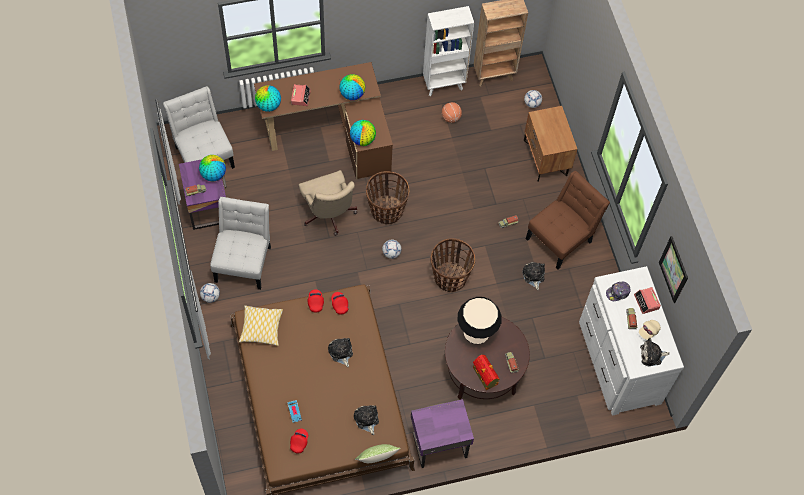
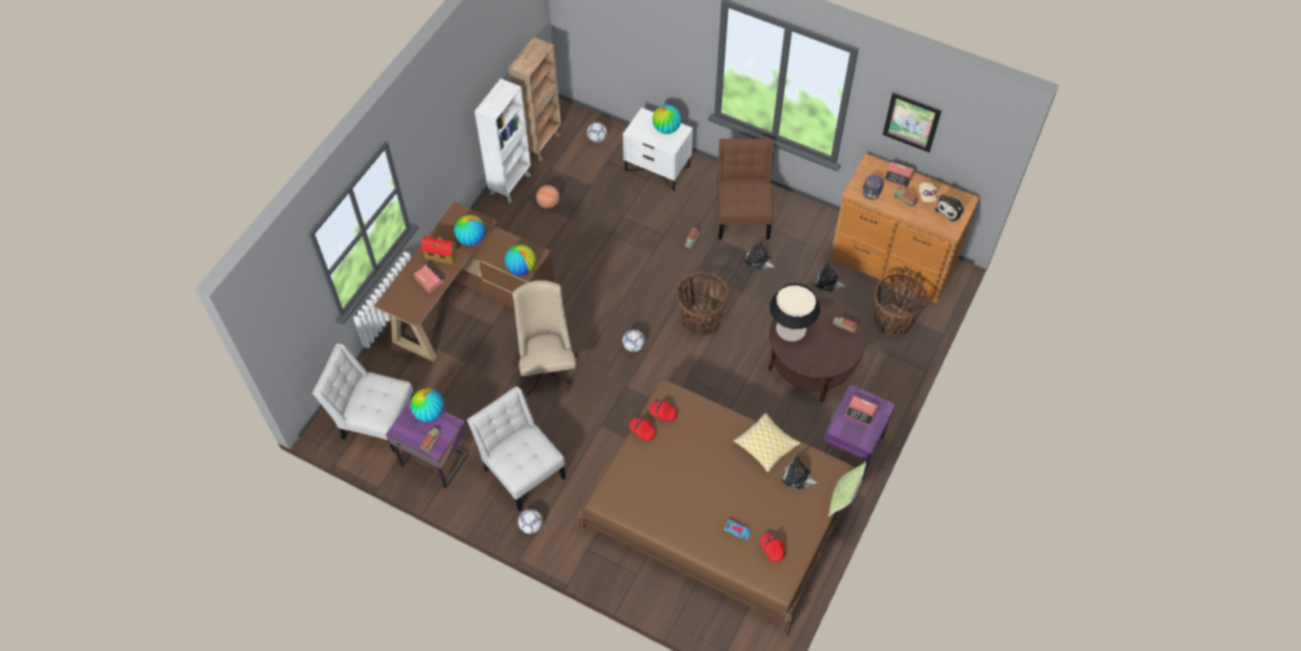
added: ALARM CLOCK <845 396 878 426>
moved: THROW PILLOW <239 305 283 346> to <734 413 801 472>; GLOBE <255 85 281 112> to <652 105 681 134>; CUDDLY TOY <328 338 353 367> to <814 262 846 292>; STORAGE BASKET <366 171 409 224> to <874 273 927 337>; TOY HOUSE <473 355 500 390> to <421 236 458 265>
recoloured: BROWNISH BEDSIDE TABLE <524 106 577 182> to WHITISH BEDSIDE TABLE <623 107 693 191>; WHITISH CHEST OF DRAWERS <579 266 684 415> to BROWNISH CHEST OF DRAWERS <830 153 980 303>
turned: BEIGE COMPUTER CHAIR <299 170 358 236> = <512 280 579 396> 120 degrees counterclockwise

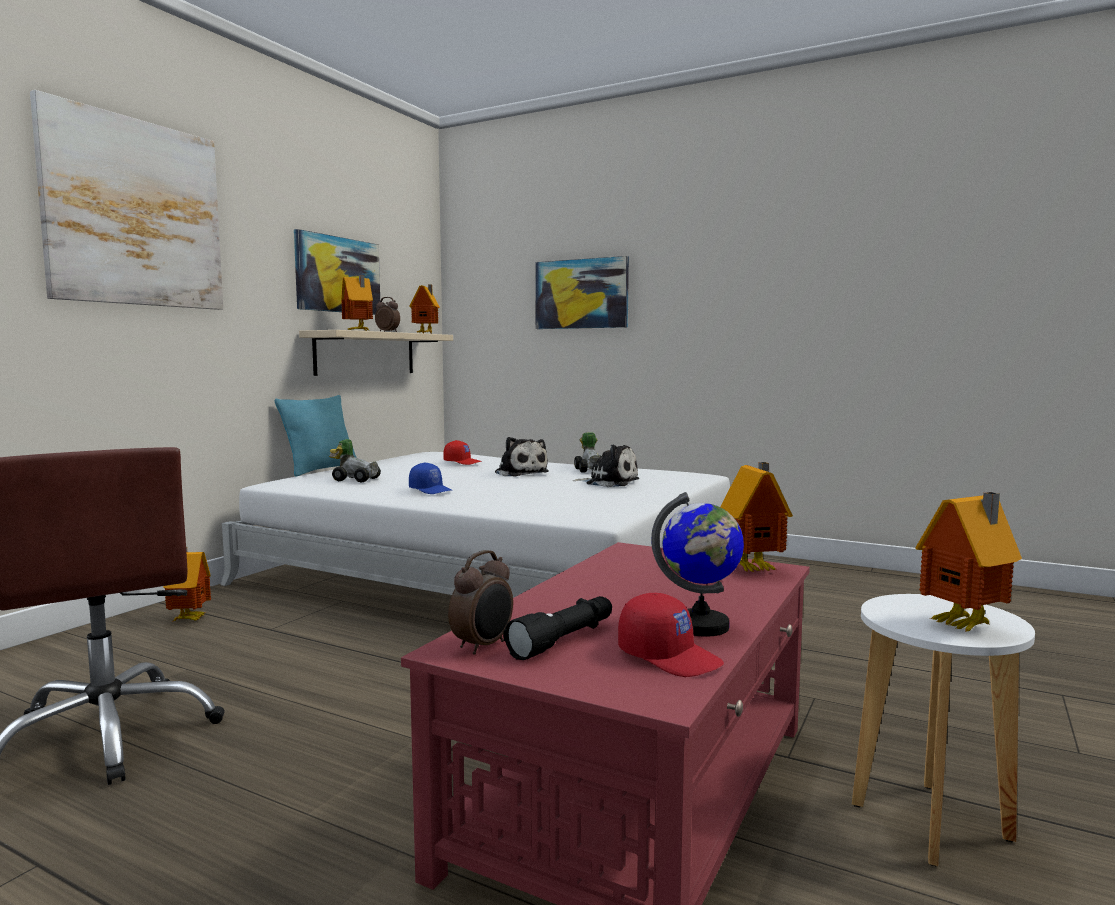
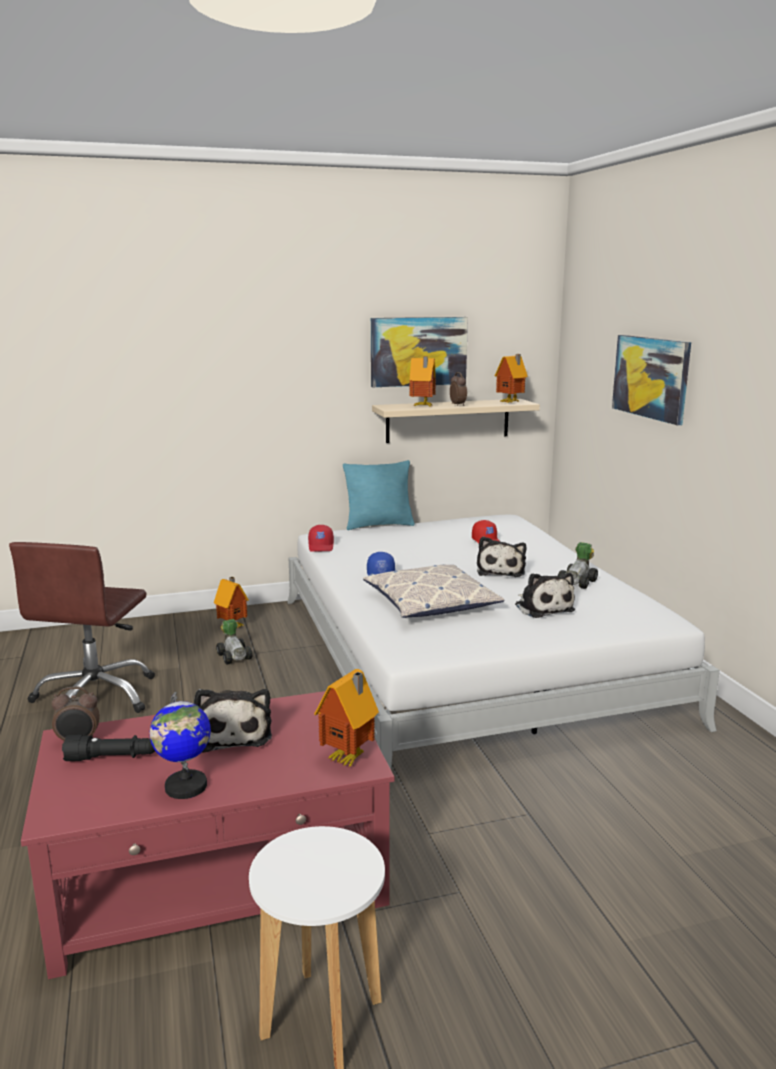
removed: WALL ART <30 90 223 310>; TOY HOUSE <915 492 1022 631>
added: CUDDLY TOY <194 689 272 753>; THROW PILLOW <363 564 504 618>
moved: TOY CAR <329 439 381 483> to <216 619 253 665>; REDDISH BASEBALL CAP <618 593 724 677> to <308 525 334 552>

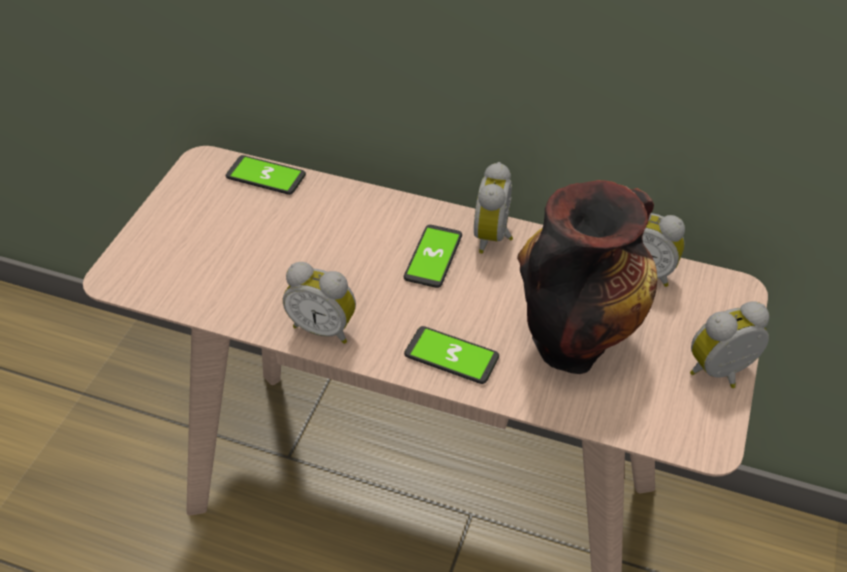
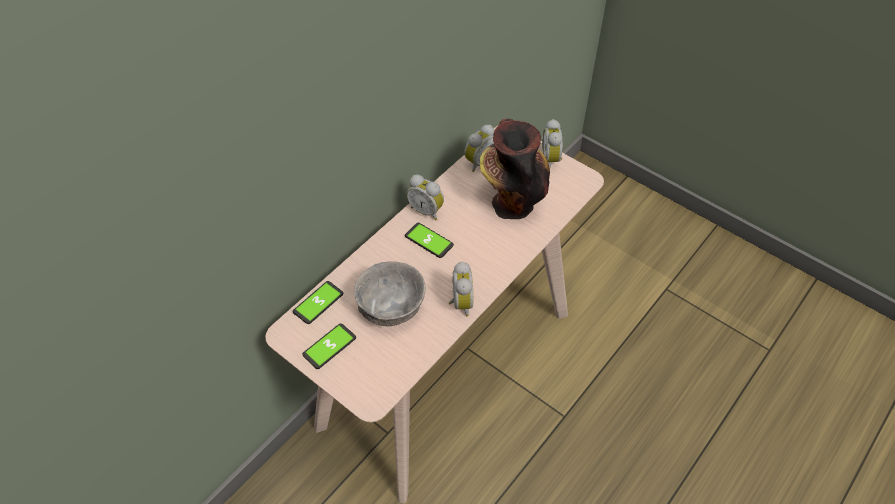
added: GREY BOWL <355 261 425 326>
moved: HANDSET <404 326 499 384> to <302 323 356 369>
turned: ALARM CLOCK <283 262 356 344> = <449 262 473 317> 45 degrees counterclockwise

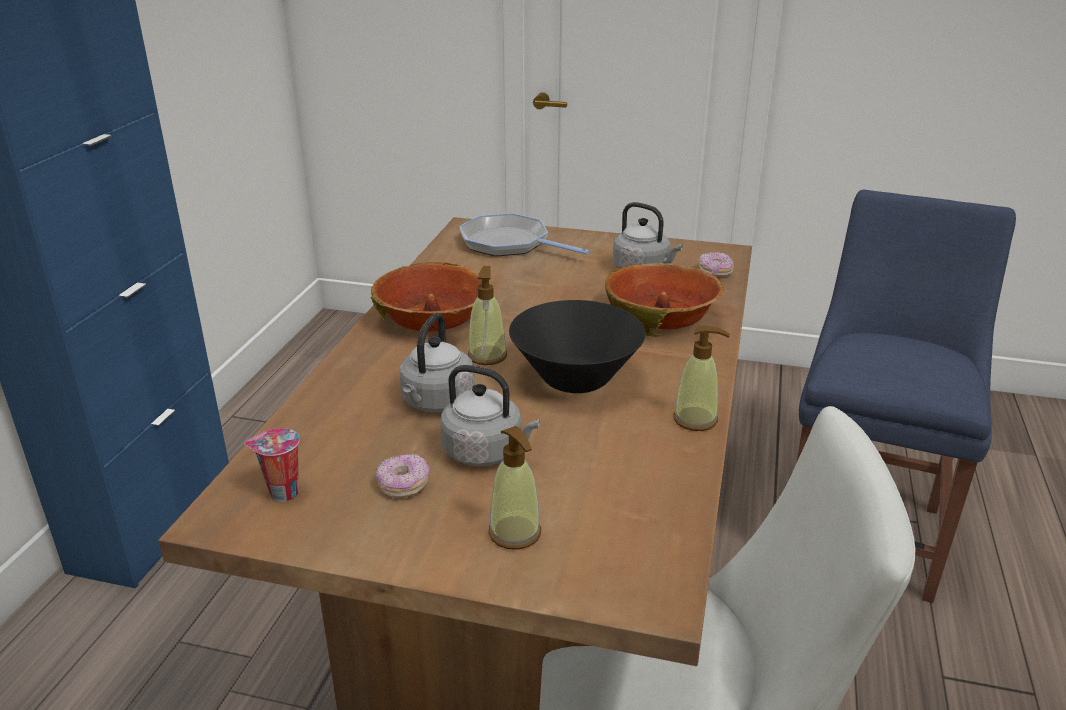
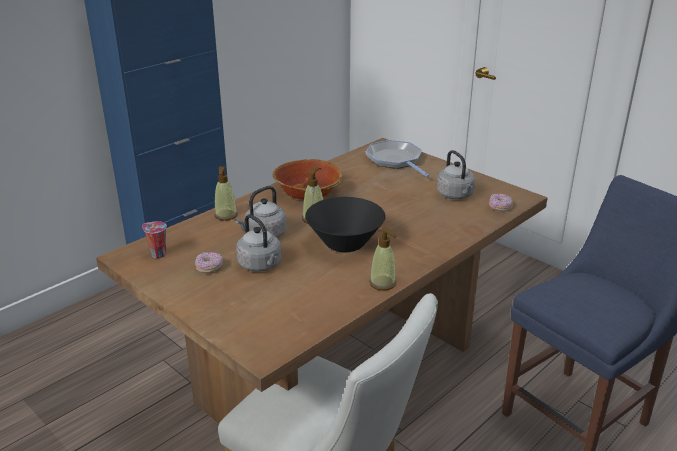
removed: BOWL <605 263 724 337>
moved: SOAP DISPENSER <488 426 541 550> to <215 166 238 221>

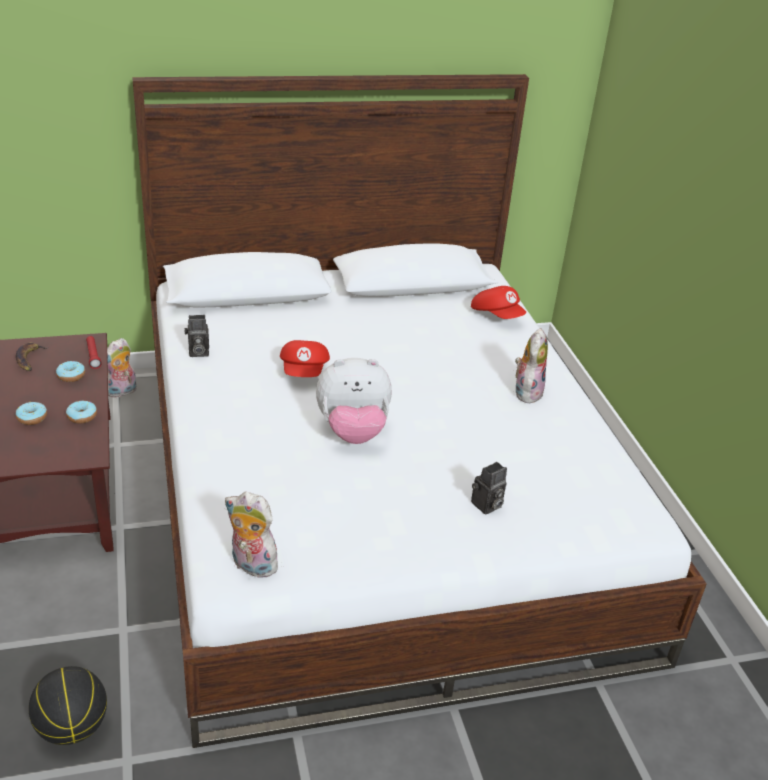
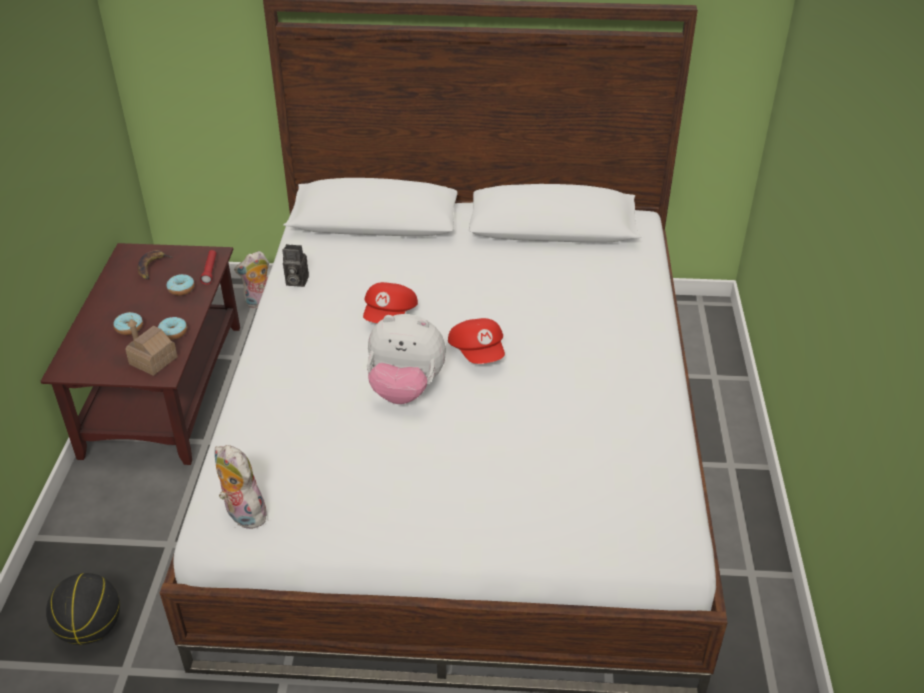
removed: STILL CAMERA <471 462 507 515>; CUDDLY TOY <515 328 548 404>
added: TOY HOUSE <125 319 178 376>
moved: REDDISH BASEBALL CAP <471 286 526 319> to <448 318 505 364>

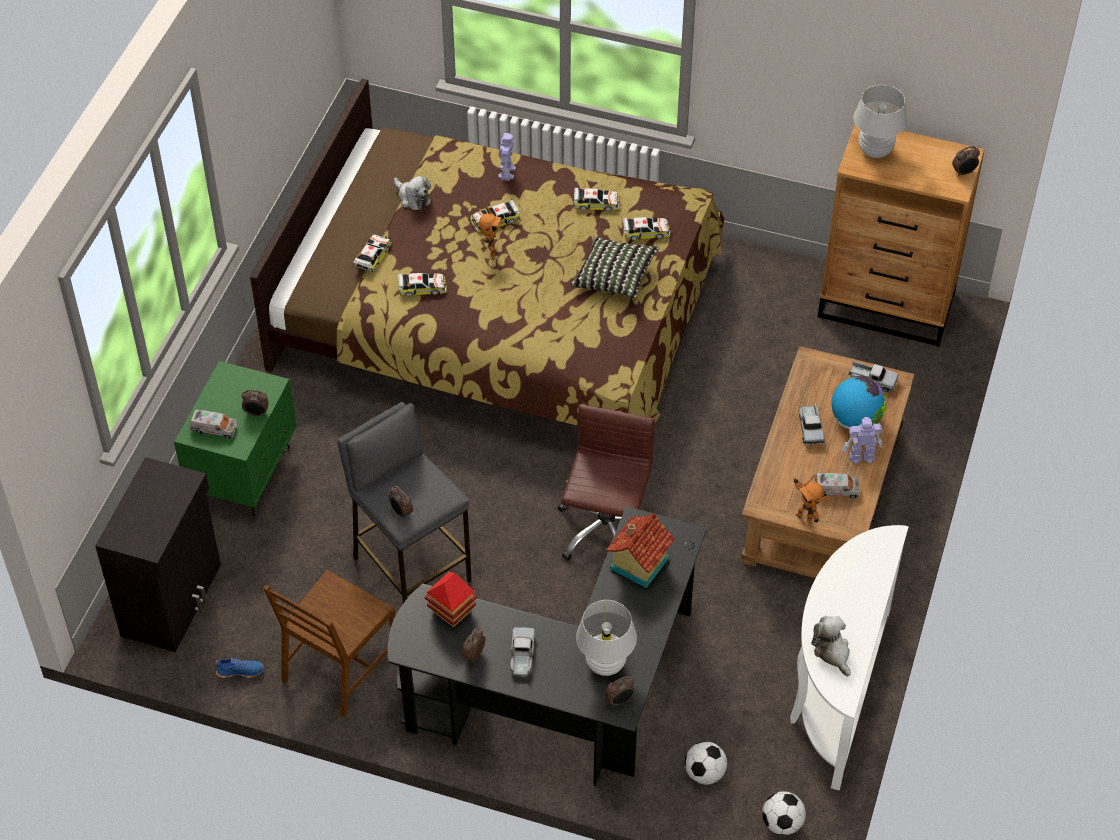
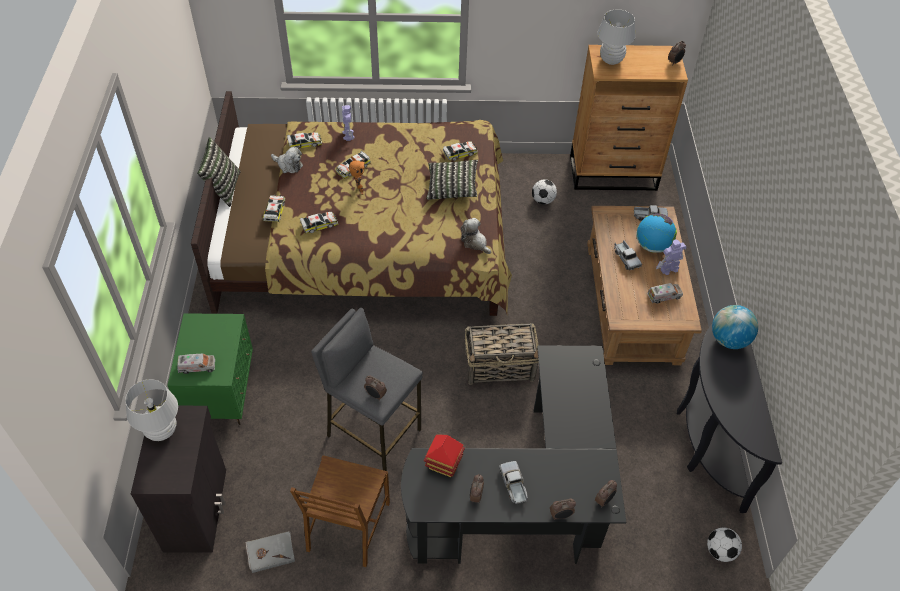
removed: TOY HOUSE <606 513 675 588>; MODEL ROBOT <793 475 830 523>
added: THROW PILLOW <197 137 241 207>; GLOBE <712 305 758 349>
moved: ALARM CLOCK <242 390 269 417> to <550 498 576 520>; TOY CAR <574 187 620 211> to <287 132 322 149>; WHITISH TABLETOP LAMP <576 600 637 676> to <125 379 178 441>; FOOTBALL <685 742 727 785> to <532 179 557 204>; CUDDLY TOY <811 616 851 677> to <461 218 491 254>
replaced: BLUE-COLOURED ITEM OF FOOTWEAR <215 658 264 678> to GREY VOLUME <245 531 295 573>; BROWNISH COMPUTER CHAIR <558 404 655 561> to STORAGE BASKET <465 323 539 385>
recoloured: WHITISH HALL TABLE <790 525 909 790> to BLACKISH HALL TABLE <677 324 782 513>

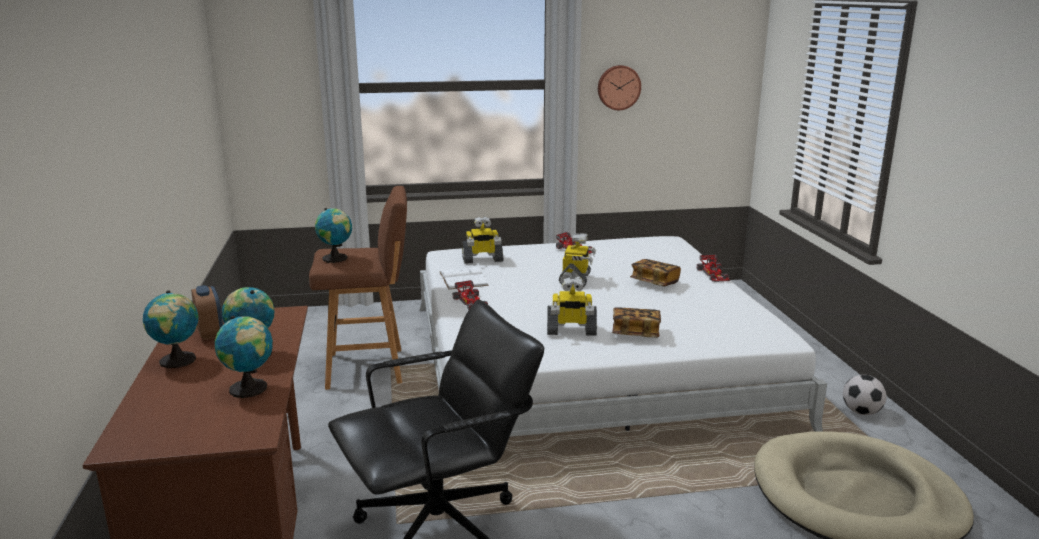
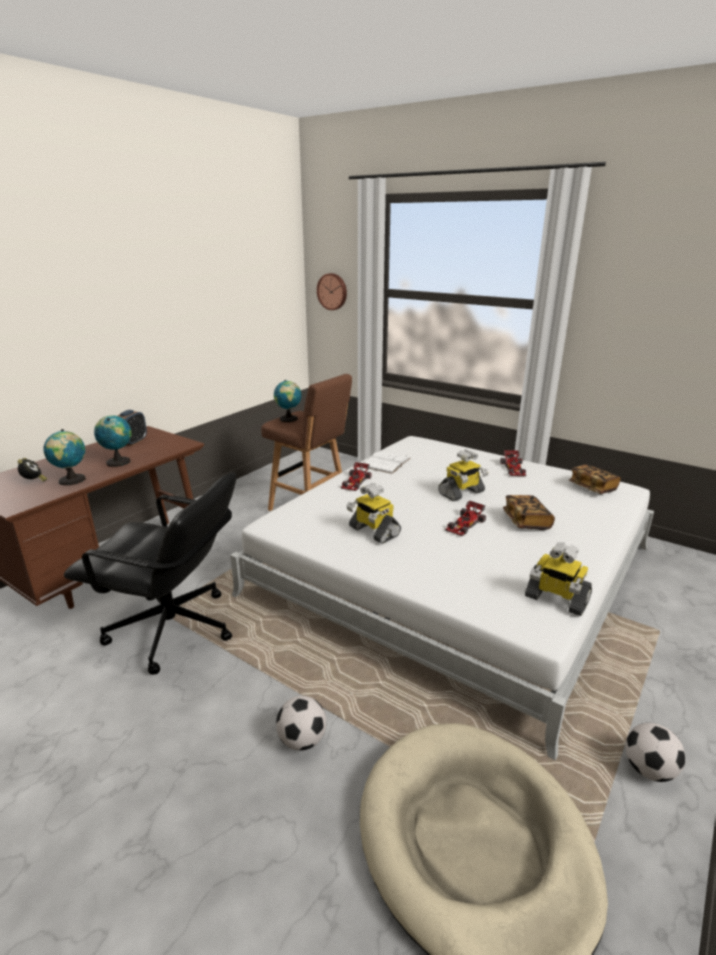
removed: GLOBE <143 290 198 368>
added: ALARM CLOCK <18 458 48 482>; FOOTBALL <276 696 326 751>
moved: MODEL ROBOT <462 217 503 264> to <525 543 592 616>; WALL CLOCK <598 65 641 110> to <317 273 347 310>; VOLUME <612 307 661 338> to <569 464 621 494>; TOY CAR <697 255 730 282> to <445 500 486 536>

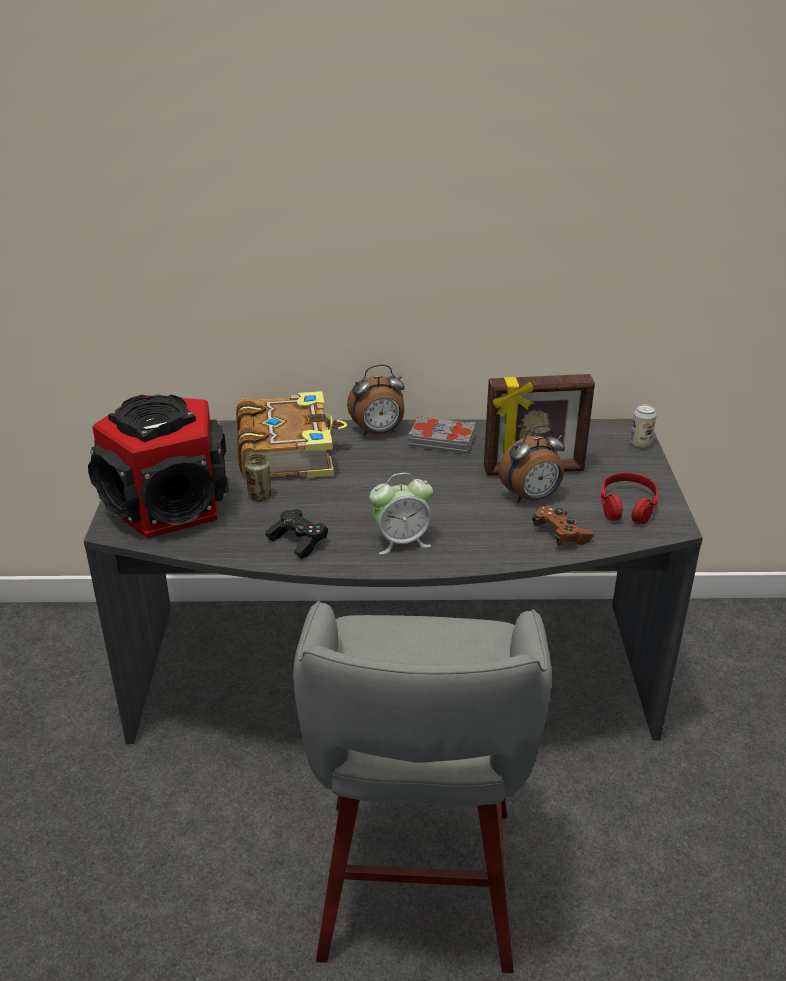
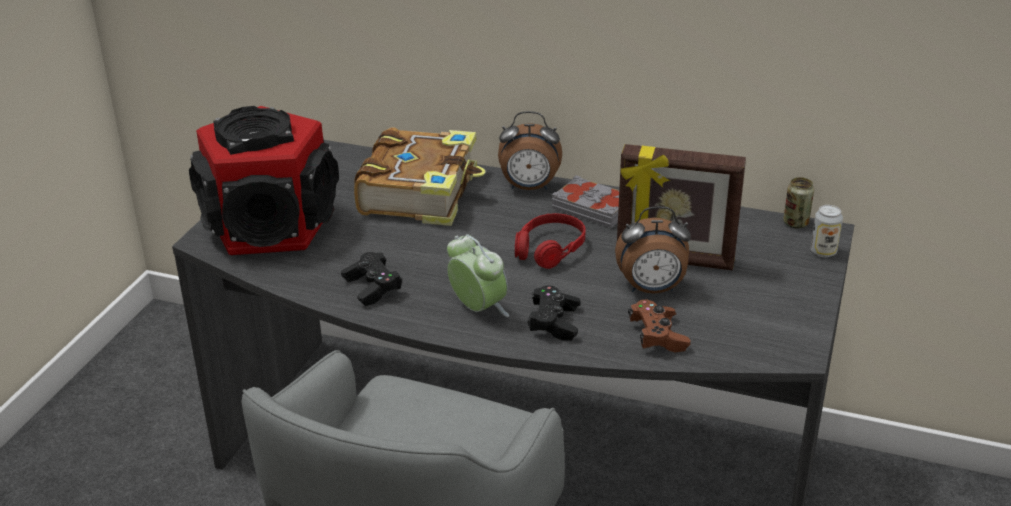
added: BLACKISH GAME CONTROLLER <528 285 580 341>
moved: METAL CAN <245 454 271 501> to <783 177 814 229>; REDDISH HEADPHONES <601 473 658 524> to <515 213 585 269>
turned: ALARM CLOCK <369 473 433 554> = <447 234 509 317> 135 degrees counterclockwise

